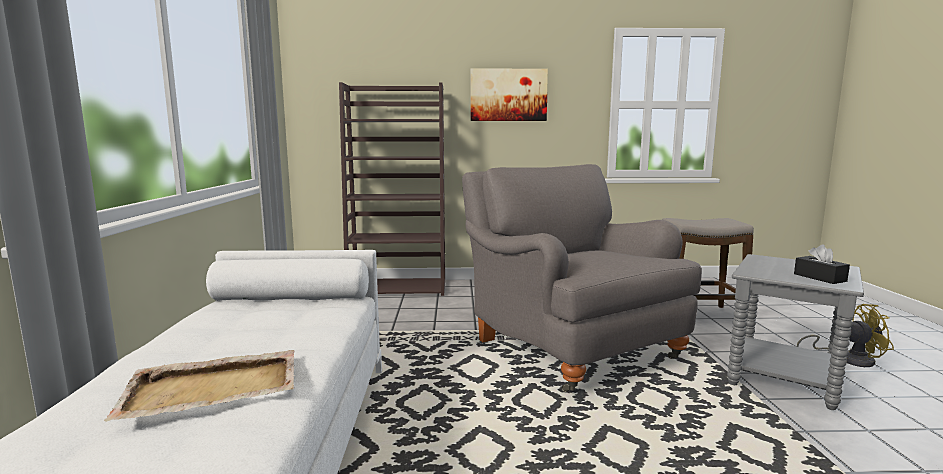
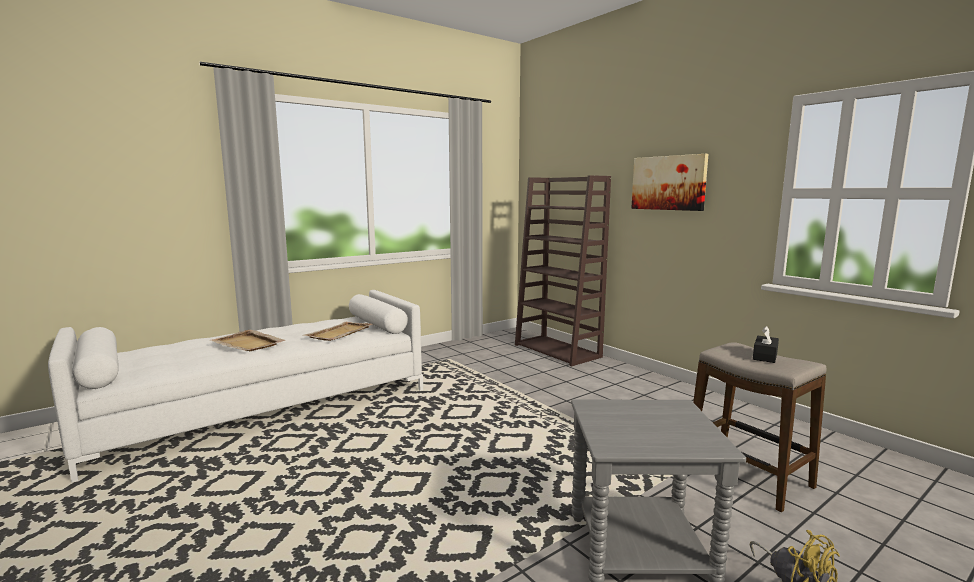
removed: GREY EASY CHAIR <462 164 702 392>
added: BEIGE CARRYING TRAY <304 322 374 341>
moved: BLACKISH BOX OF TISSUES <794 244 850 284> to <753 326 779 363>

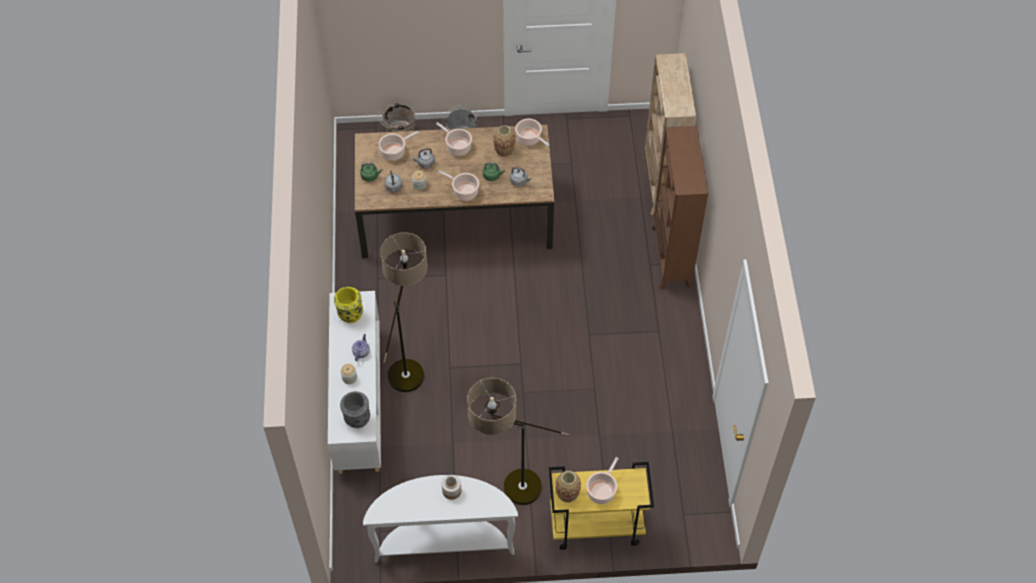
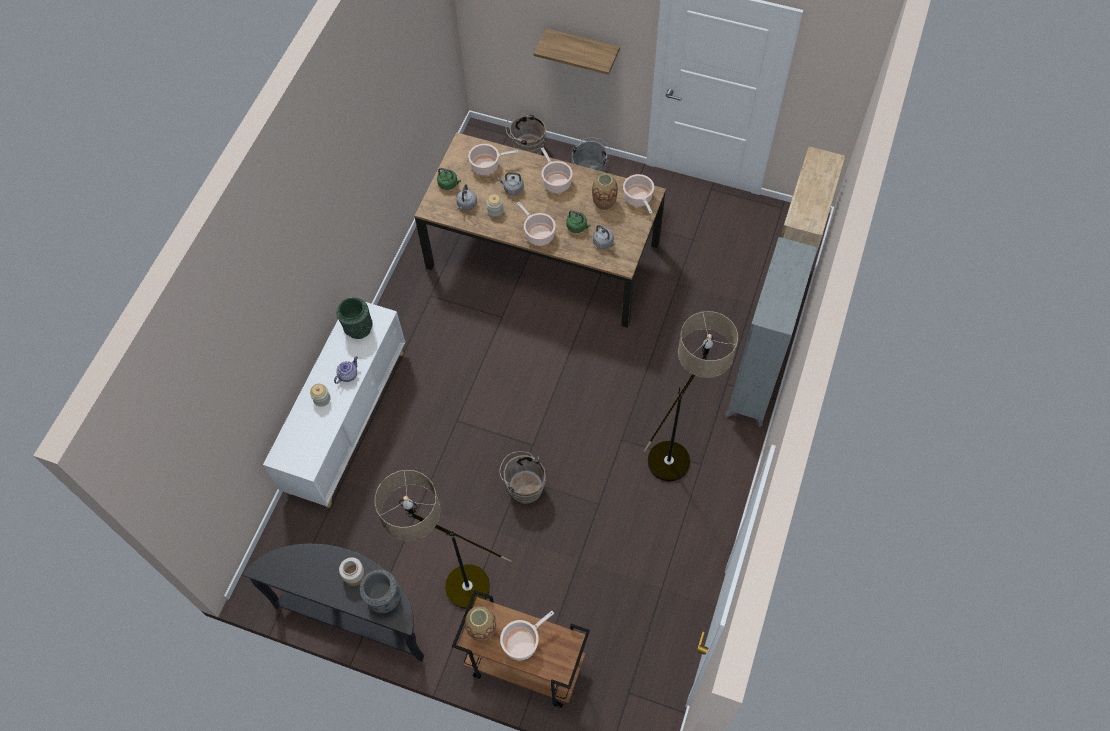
added: BROWNISH PAIL <500 451 546 504>; SHELF <534 29 620 75>
moved: GREY VASE <340 391 370 428> to <360 570 400 613>; FLOOR LAMP <380 232 428 392> to <644 311 738 482>
recoloured: YELLOW VASE <334 287 363 323> to GREEN-COLOURED VASE <337 298 373 339>; WHITISH HALL TABLE <363 475 518 563> to BLACKISH HALL TABLE <243 544 424 662>; YELLOW TROLLEY <549 462 654 550> to BROWNISH TROLLEY <452 590 590 708>; BROWNISH SHELVING UNIT <651 126 708 289> to GREY SHELVING UNIT <725 237 818 427>

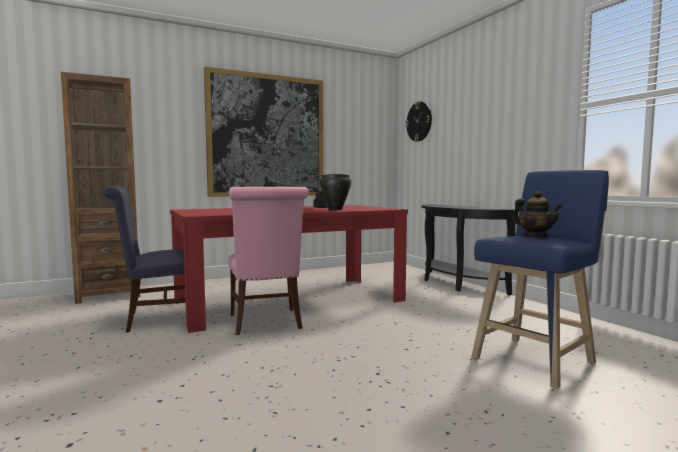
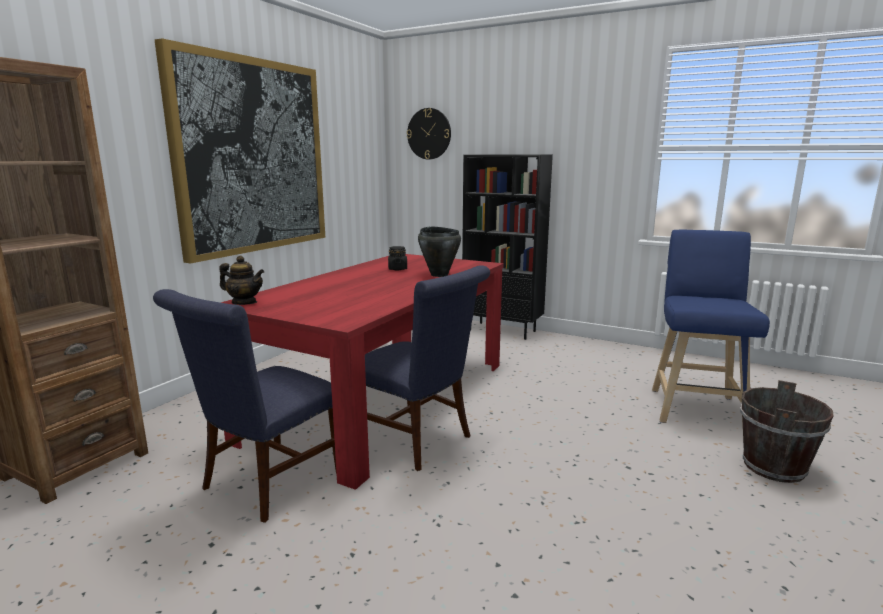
added: BROWNISH PAIL <740 380 834 483>
moved: TEA POT <512 191 563 237> to <219 256 264 305>
replaced: BLACKISH HALL TABLE <421 204 519 296> to BLACKISH SHELVING UNIT <462 154 553 340>
recoloured: PINKISH PLAIN CHAIR <228 187 309 335> to BLUE-COLOURED PLAIN CHAIR <365 265 490 471>

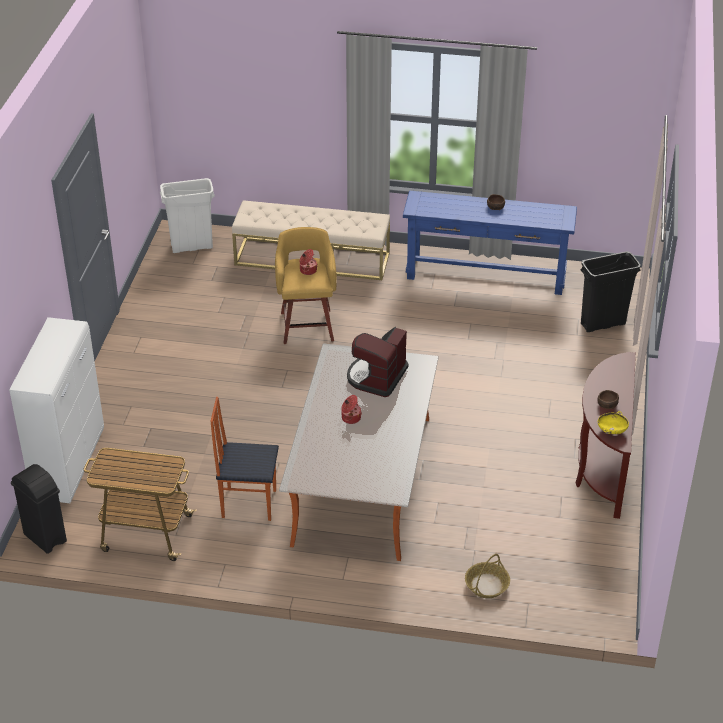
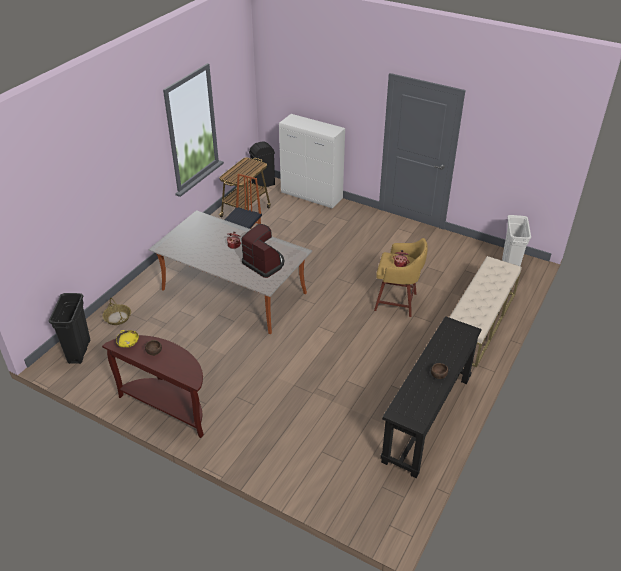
moved: BLACKISH TRASH CAN <581 251 641 332> to <49 293 90 364>
recoloured: BLUE-COLOURED HALL TABLE <403 191 577 295> to BLACKISH HALL TABLE <380 316 482 478>

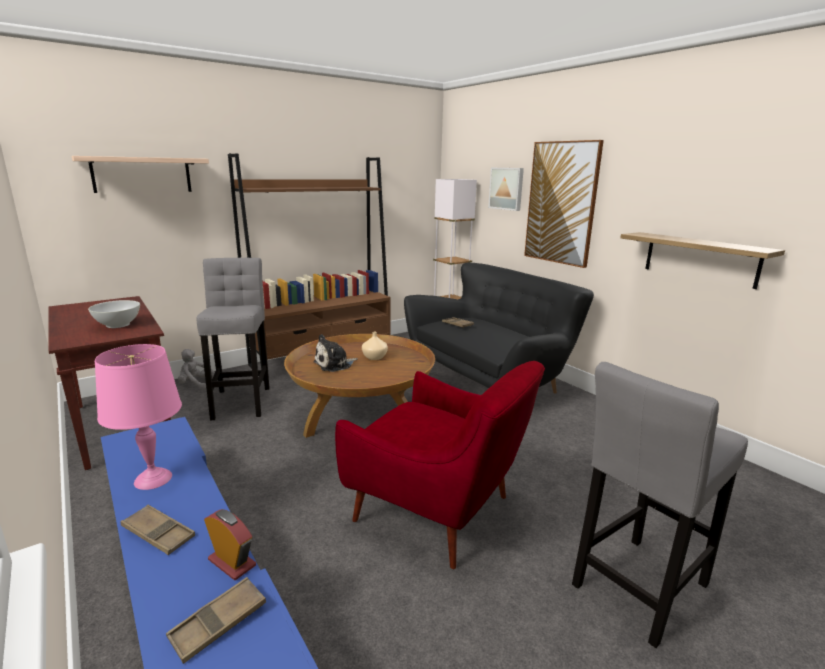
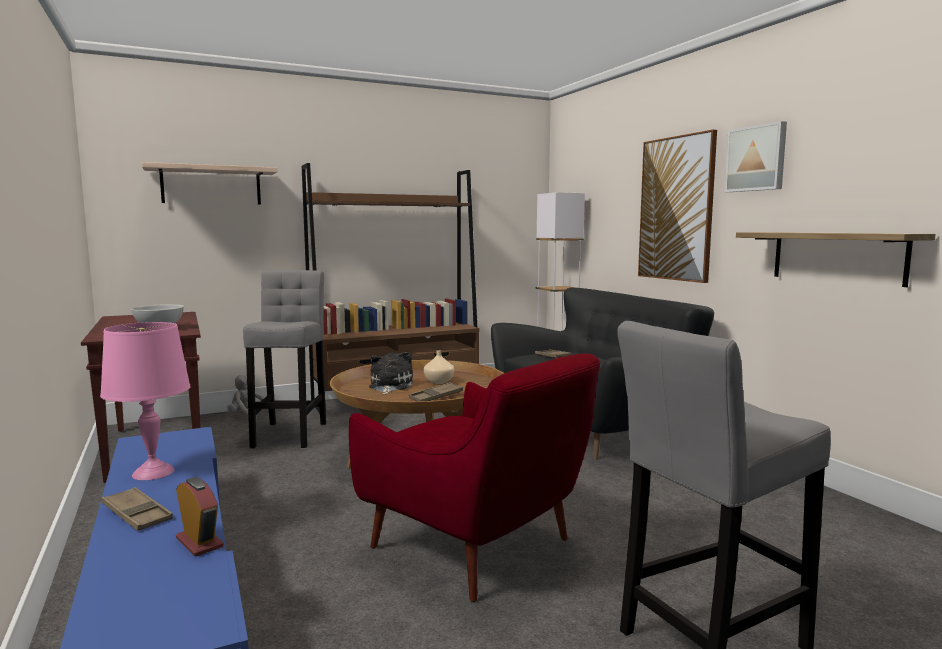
moved: BROWNISH CARRYING TRAY <166 577 266 664> to <409 382 463 401>; WALL ART <488 168 524 211> to <724 121 787 192>
turned: CUDDLY TOY <313 334 358 372> = <369 352 413 394> 120 degrees clockwise

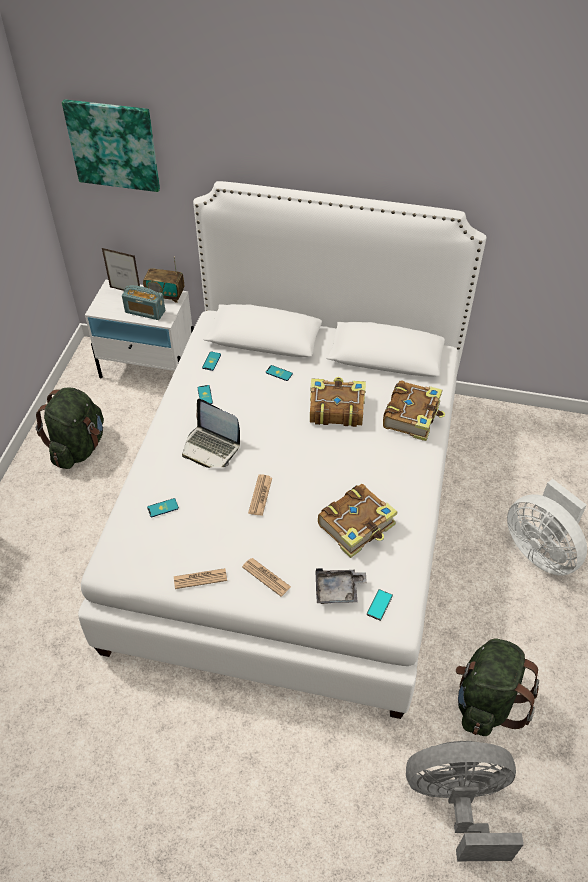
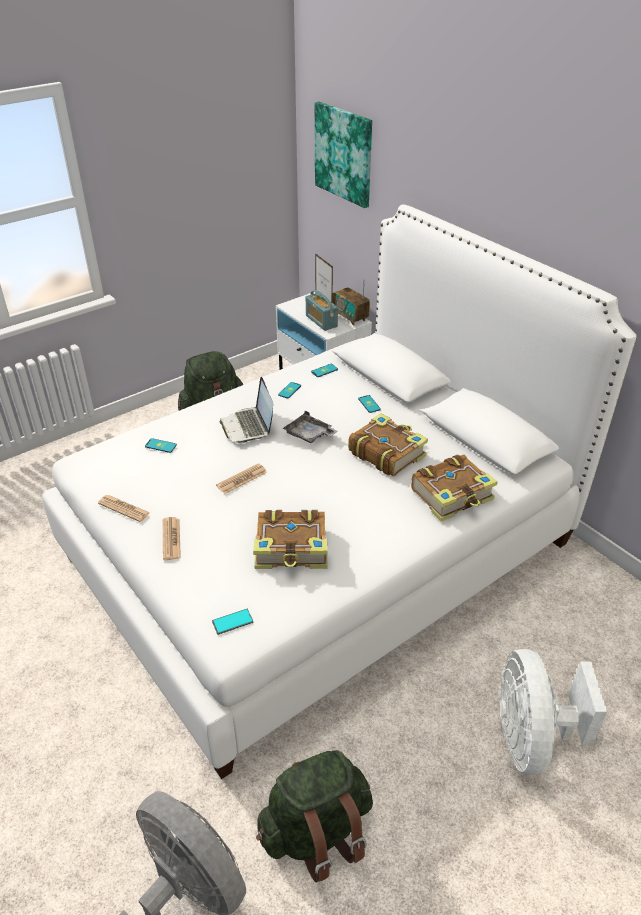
moved: GREY CARRYING TRAY <316 568 367 604> to <283 411 338 444>

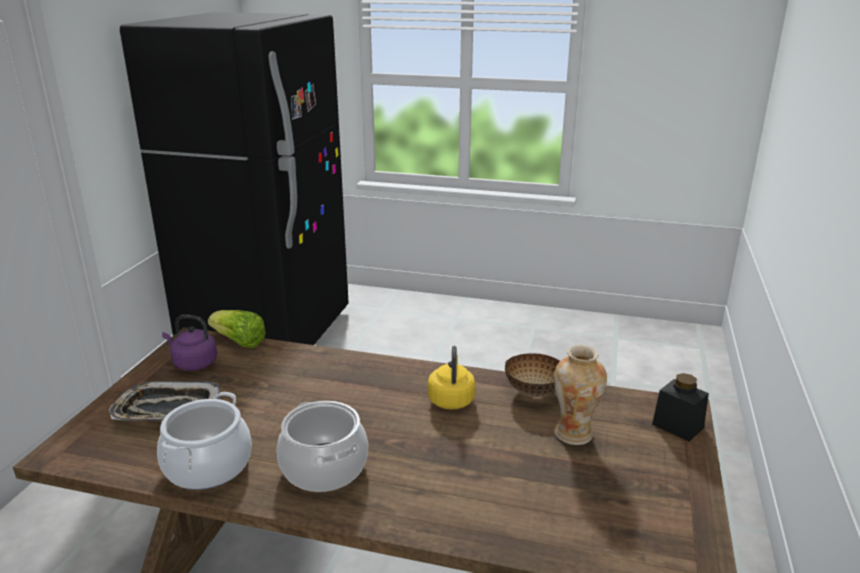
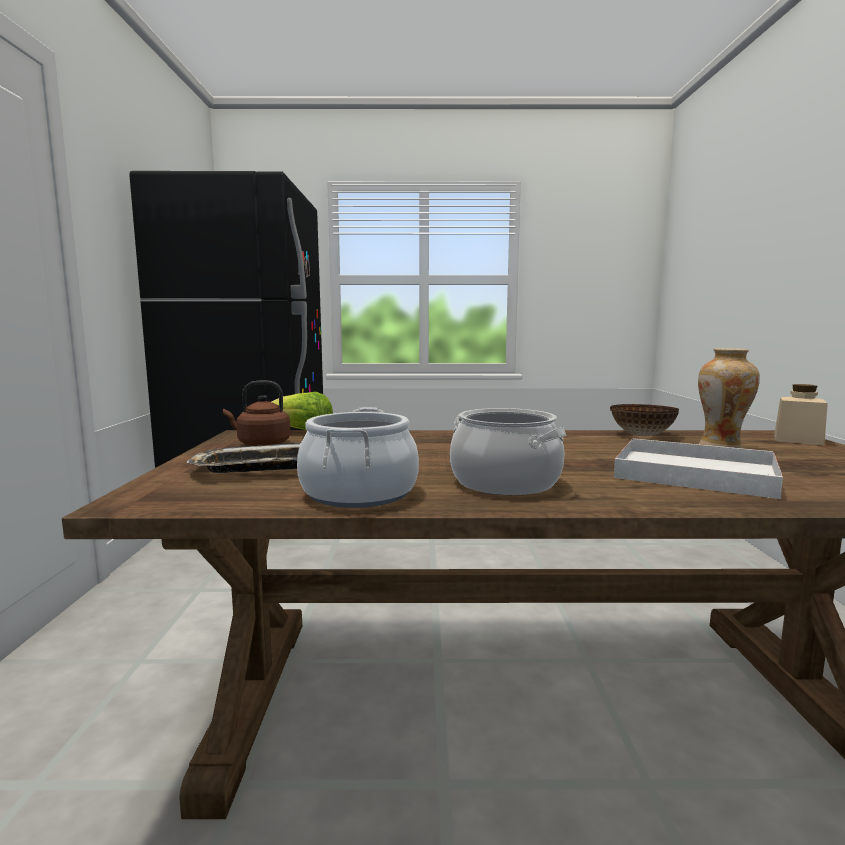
removed: YELLOW TEA KETTLE <428 346 475 409>
added: WHITISH CARRYING TRAY <614 438 783 499>
recoloured: PURPLE TEA KETTLE <162 315 217 371> to BROWNISH TEA KETTLE <223 380 291 446>; BLACKISH PRESERVE JAR <652 373 709 442> to BEIGE PRESERVE JAR <774 384 828 446>

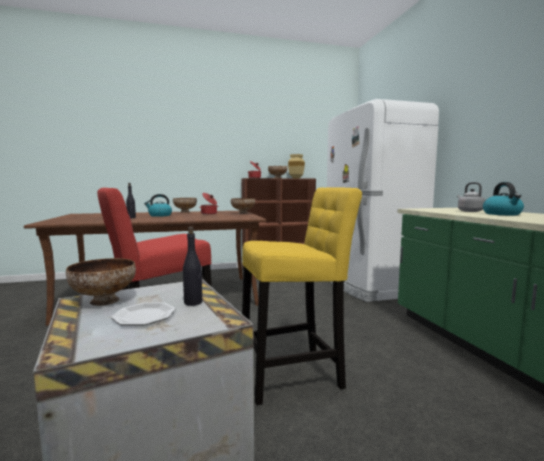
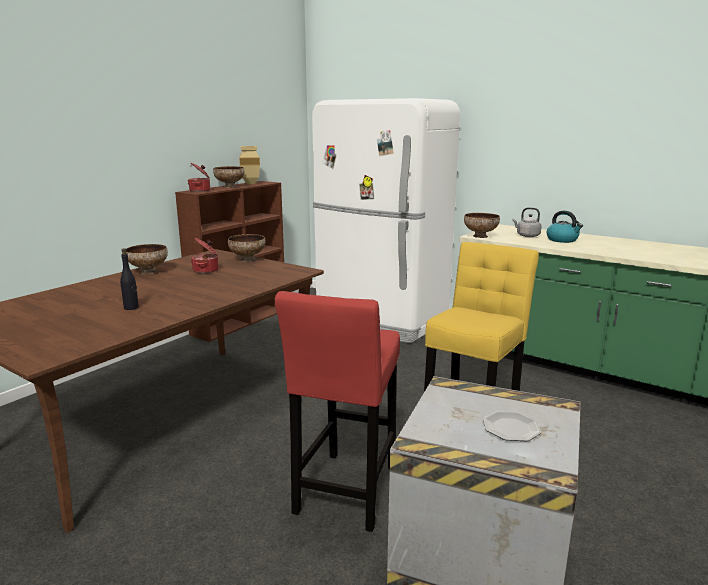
removed: TEA KETTLE <144 194 172 217>; BLACKISH BOTTLE <183 227 202 306>
moved: BOWL <66 258 136 306> to <464 213 500 238>

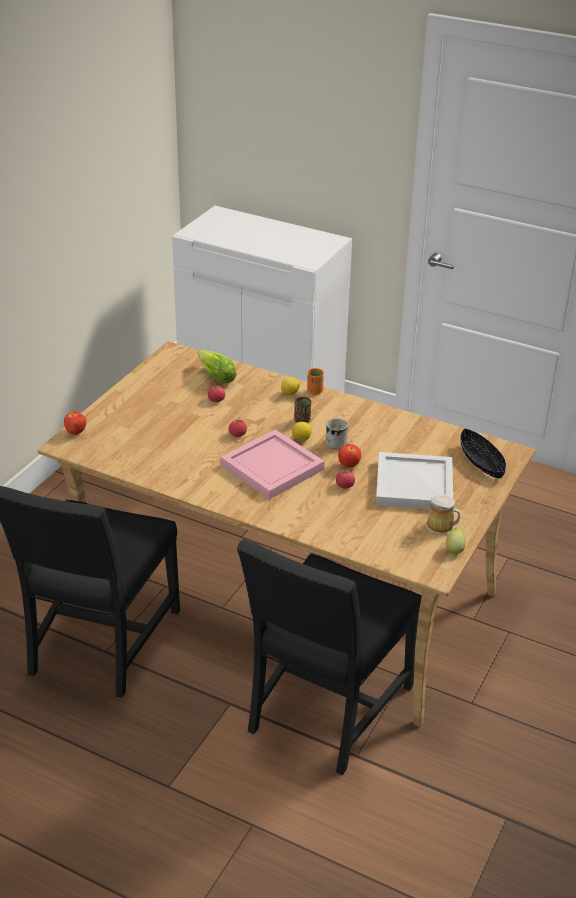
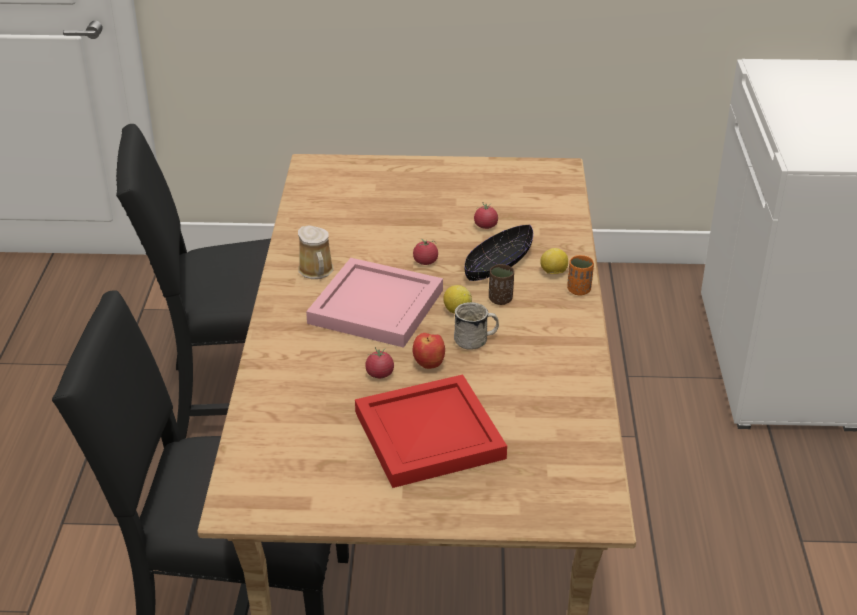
removed: WHOLE APPLE <64 411 86 435>; LETTUCE HEAD <198 350 237 383>; LEMON <446 527 466 556>
moved: MUG <426 494 460 535> to <298 225 333 279>; BLACKISH BOWL <460 429 506 479> to <464 225 533 281>
recoloured: WHITISH CARRYING TRAY <376 452 453 509> to REDDISH CARRYING TRAY <355 374 507 488>

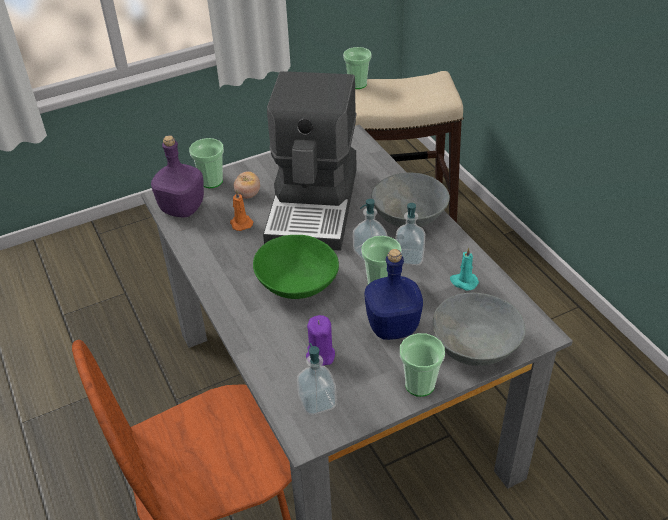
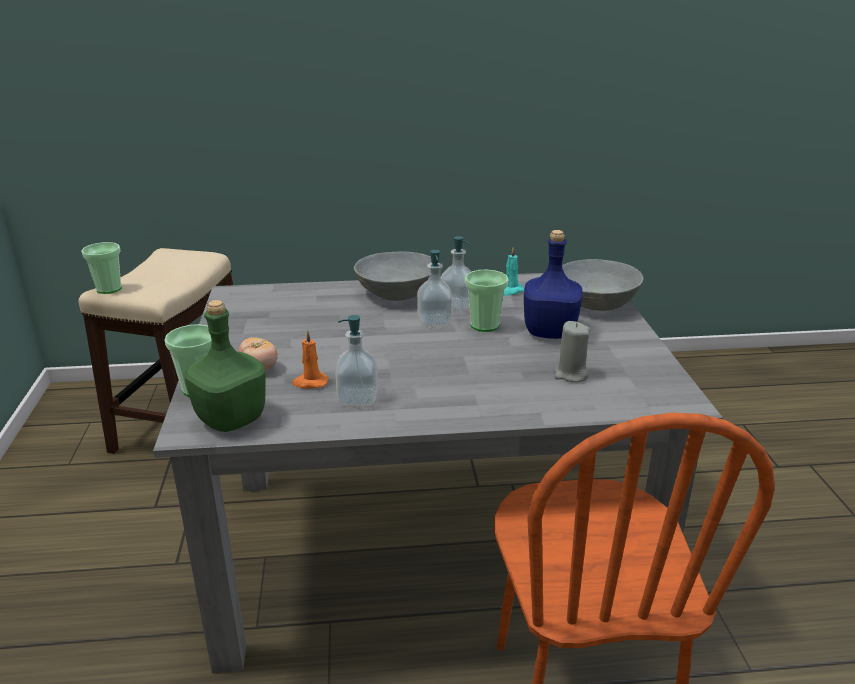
removed: GREEN-COLOURED BOWL <253 235 339 299>; COFFEE MACHINE <263 71 357 251>; DRINKING CUP <400 333 445 397>
moved: SOAP DISPENSER <297 343 337 415> to <335 315 378 406>
recoloured: PURPLE BOTTLE <151 135 204 217> to GREEN-COLOURED BOTTLE <184 300 266 432>; PURPLE WAX CANDLE <306 315 335 366> to GREY WAX CANDLE <554 321 590 382>

